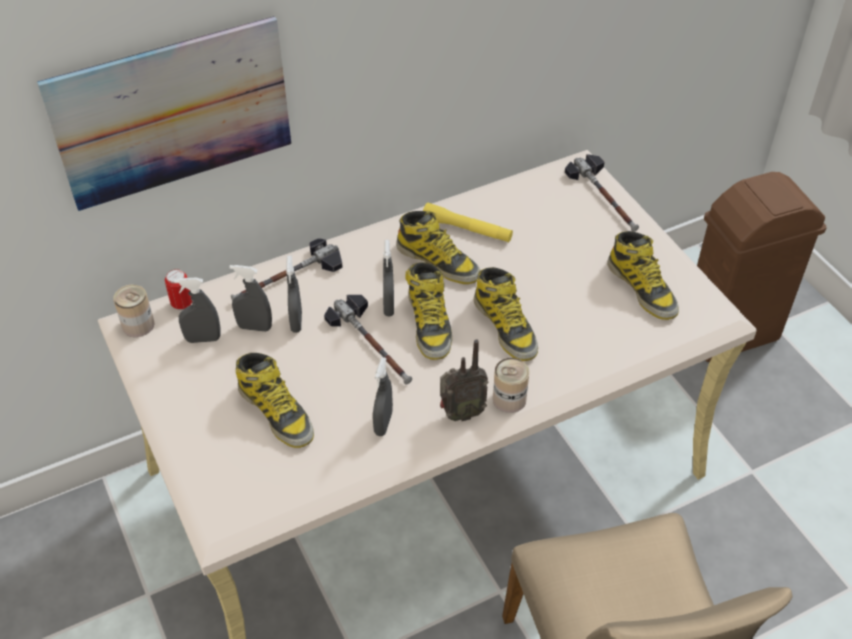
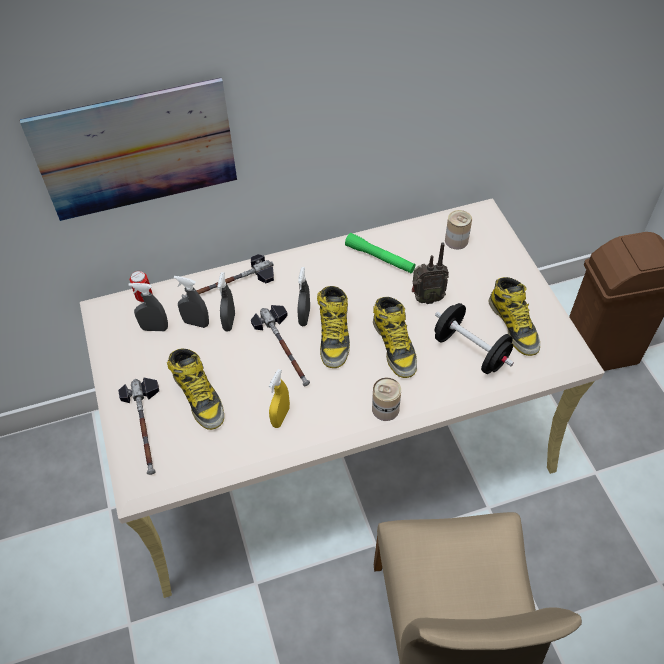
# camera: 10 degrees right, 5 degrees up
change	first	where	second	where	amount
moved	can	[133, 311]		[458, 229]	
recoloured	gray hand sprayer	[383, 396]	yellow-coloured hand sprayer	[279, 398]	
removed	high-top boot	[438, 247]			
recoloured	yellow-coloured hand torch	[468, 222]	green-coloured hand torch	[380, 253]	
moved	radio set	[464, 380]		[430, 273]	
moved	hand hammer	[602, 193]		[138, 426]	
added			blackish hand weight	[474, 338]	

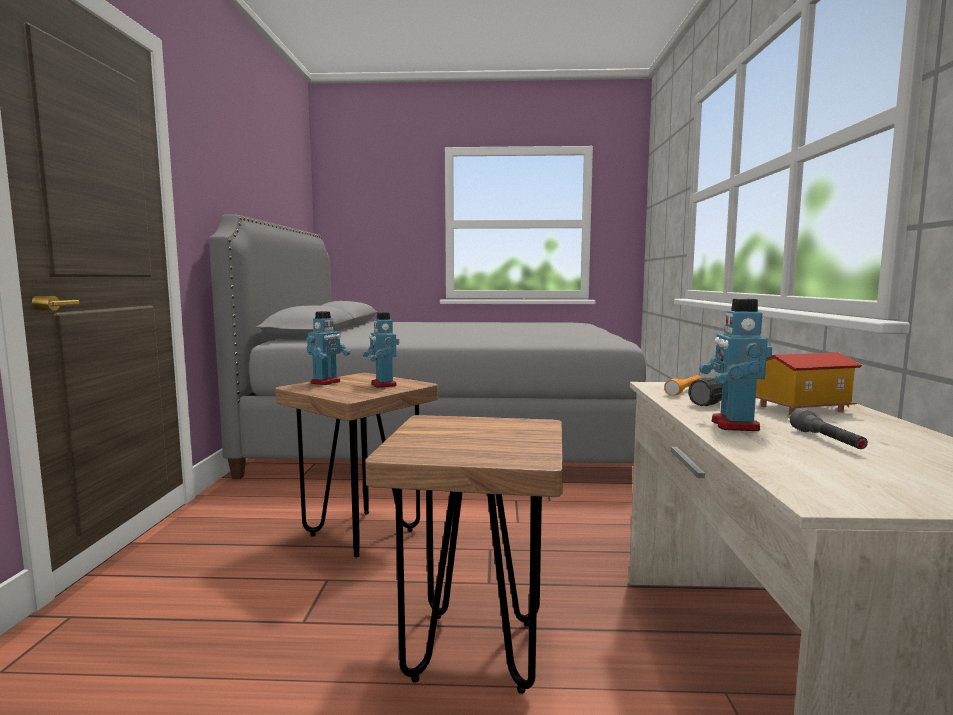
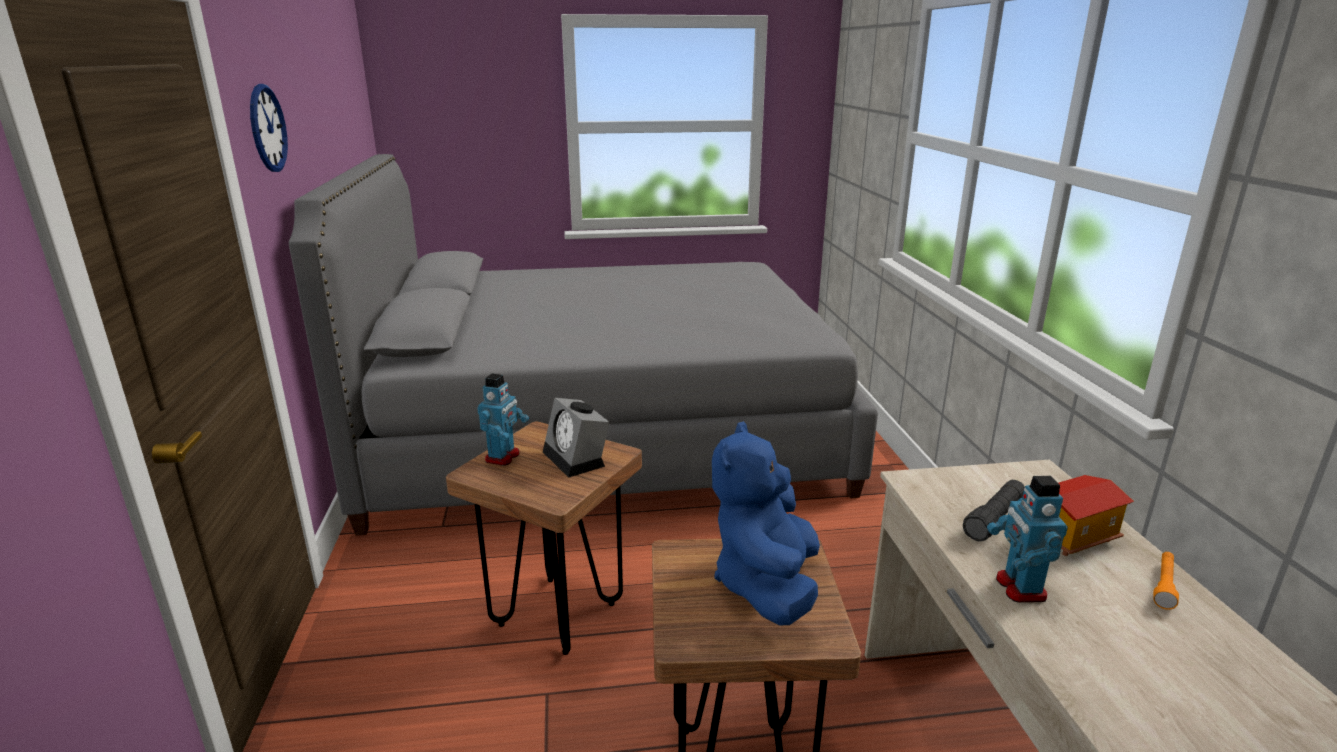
# camera: 10 degrees left, 15 degrees up
change	first	where	second	where	amount
replaced	robot figure	[380, 350]	table clock	[576, 438]	
moved	orange hand torch	[682, 385]		[1166, 581]	
removed	gray hand torch	[829, 429]			
added			hanging clock	[269, 128]	
added			bluish soft toy	[766, 523]	

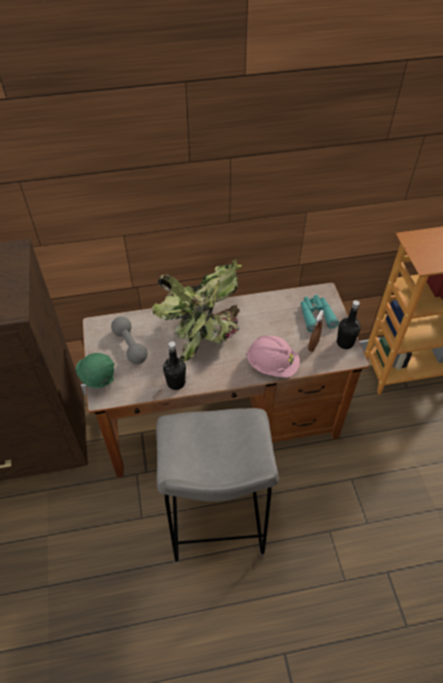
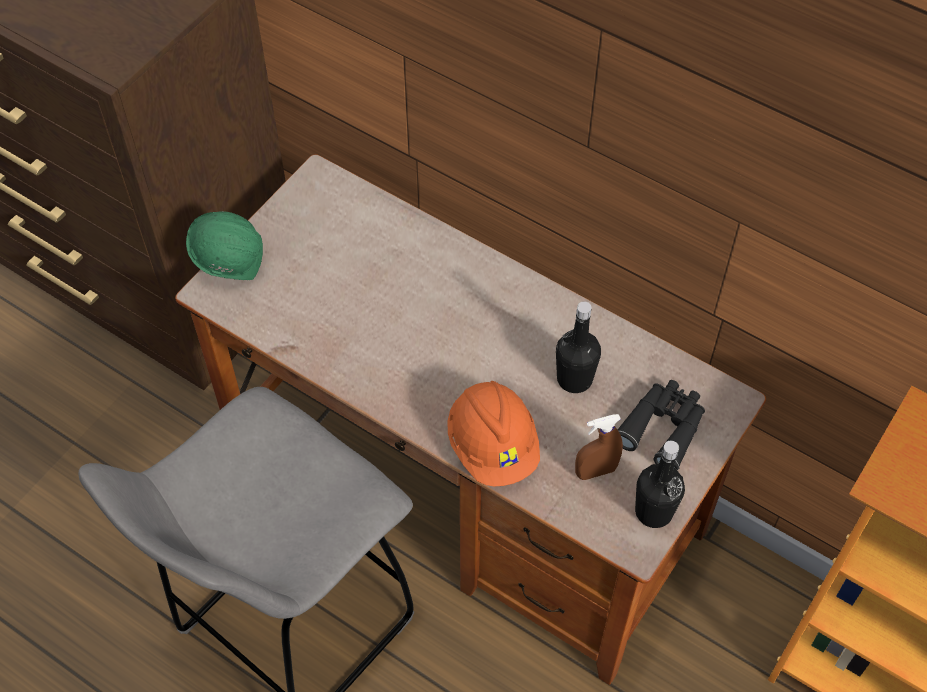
# camera: 45 degrees right, 5 degrees up
change	first	where	second	where	amount
removed	gray hand weight	[129, 340]			
removed	potted plant	[197, 310]			
moved	blackish drink bottle	[174, 365]		[578, 347]	
recoloured	pink work helmet	[273, 356]	orange work helmet	[493, 433]	
recoloured	turquoise-coloured field glasses	[319, 313]	blackish field glasses	[661, 425]	

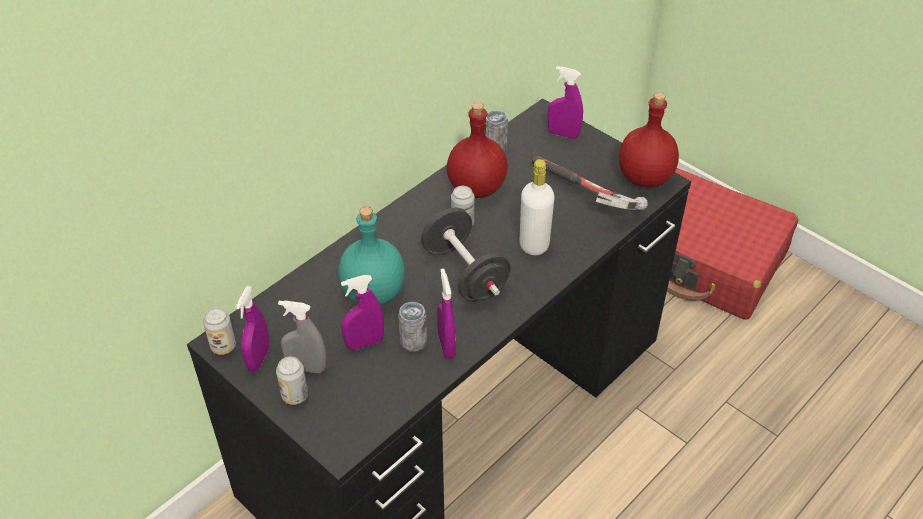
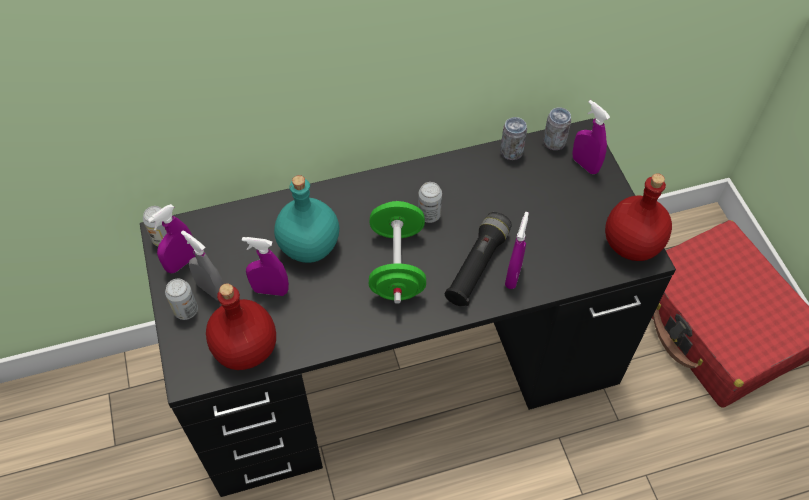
# camera: 30 degrees right, 10 degrees up
change	first	where	second	where	amount
moved	can	[412, 327]		[557, 129]	
recoloured	blackish hand weight	[466, 255]	green-coloured hand weight	[397, 252]	
moved	purplish hand sprayer	[446, 314]		[517, 250]	
moved	reddish drink bottle	[477, 150]		[241, 326]	
replaced	white drink bottle	[537, 207]	blackish hand torch	[478, 259]	
removed	hand hammer	[590, 183]			

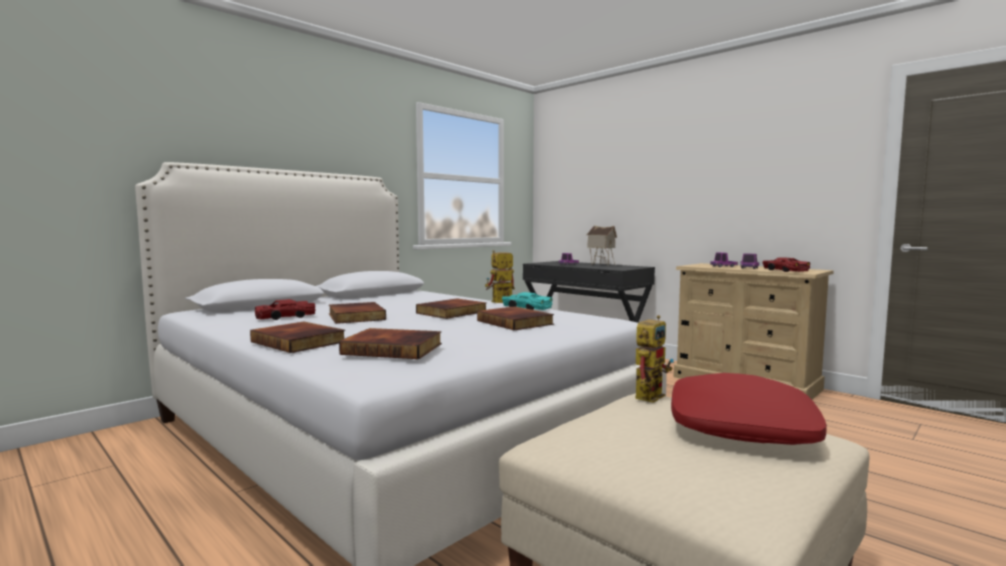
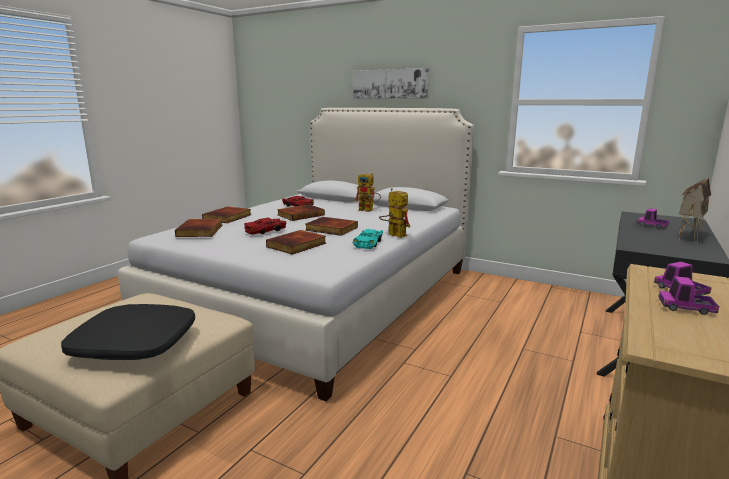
# camera: 75 degrees right, 10 degrees up
change	first	where	second	where	amount
moved	robot figure	[654, 359]		[368, 192]	
recoloured	reddish throw pillow	[749, 409]	blackish throw pillow	[128, 332]	
moved	reddish model car	[786, 264]		[265, 226]	
added			picture	[391, 83]	

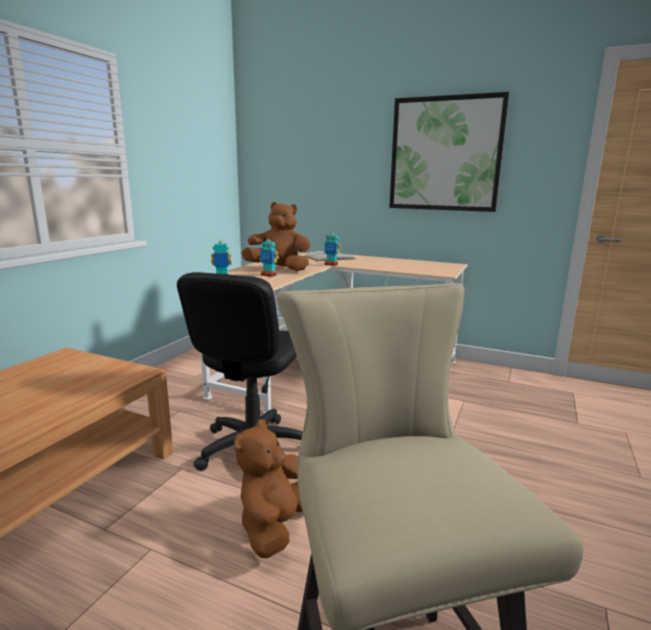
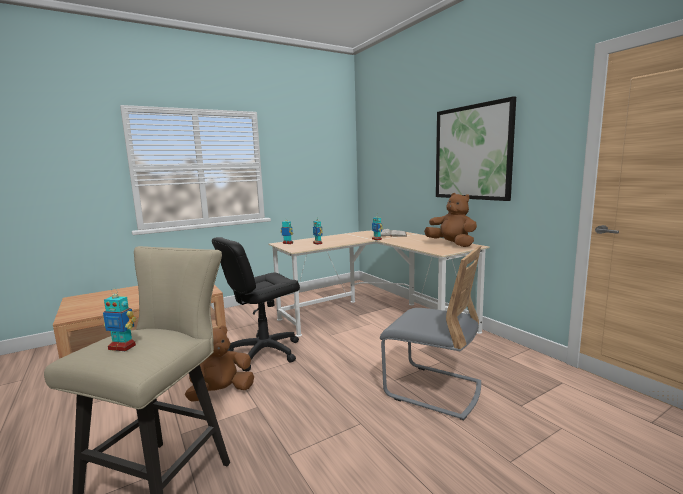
# camera: 35 degrees right, 5 degrees down
change	first	where	second	where	amount
moved	brown soft toy	[276, 236]		[450, 220]	
added			robot figure	[119, 319]	
added			gray upright chair	[430, 333]	

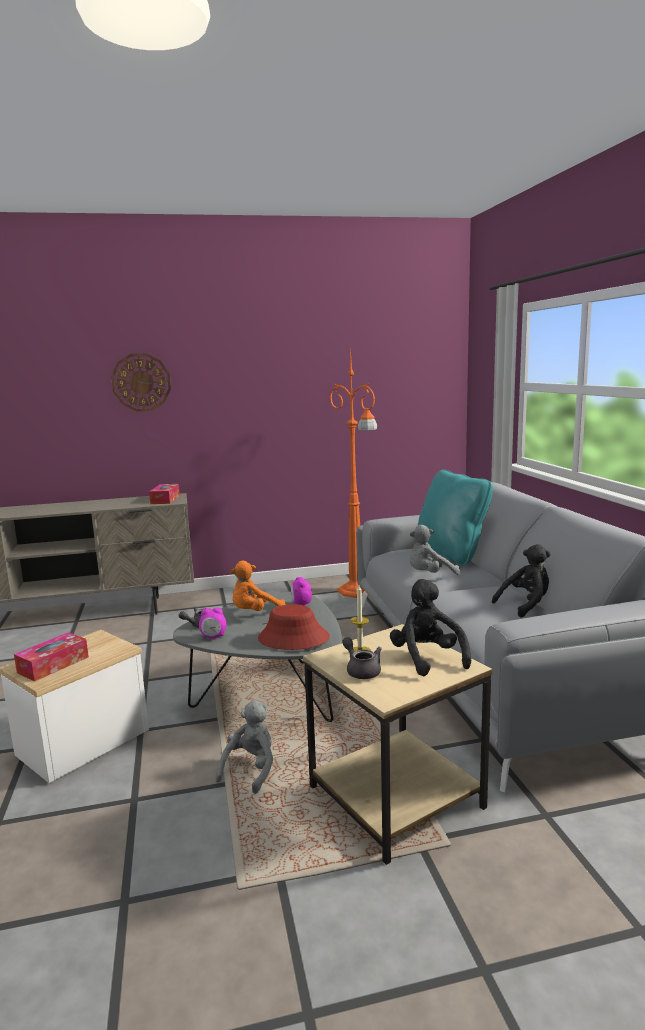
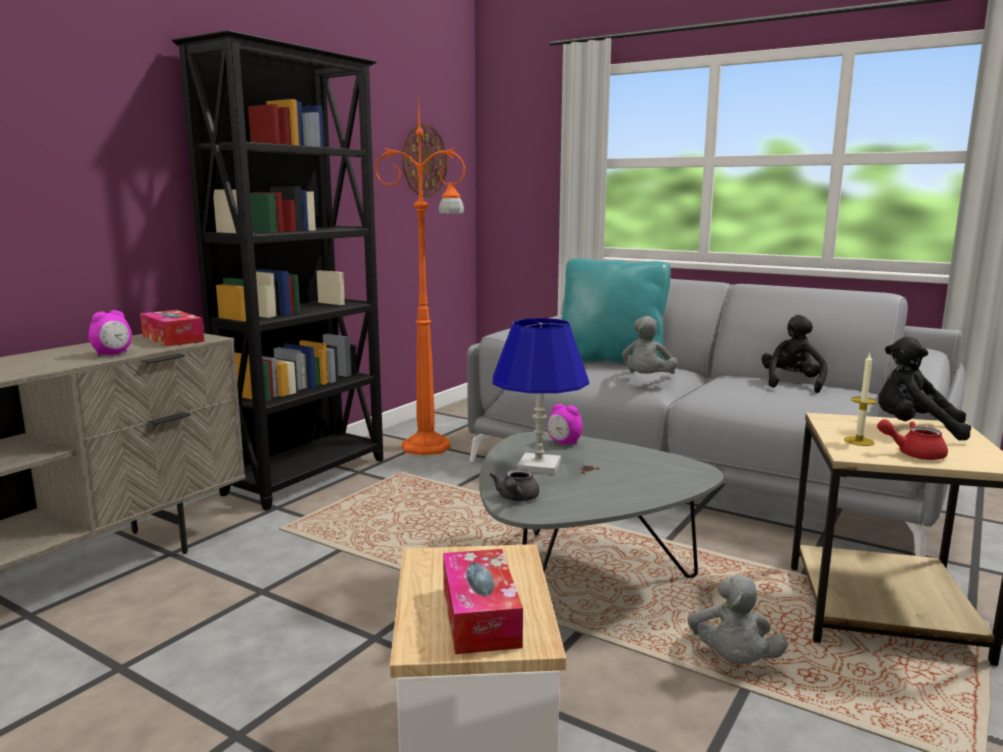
# camera: 45 degrees left, 0 degrees up
change	first	where	second	where	amount
moved	hanging clock	[141, 382]		[424, 160]	
moved	table clock	[212, 623]		[110, 333]	
turned	gray soft toy	[244, 747]		[738, 619]	150 degrees counterclockwise
replaced	orange soft toy	[258, 586]	bluish lamp for a table	[540, 396]	
removed	reddish hat	[294, 627]			
recoloured	gray teapot	[362, 658]	reddish teapot	[912, 439]	
added			blackish bookshelf	[277, 270]	

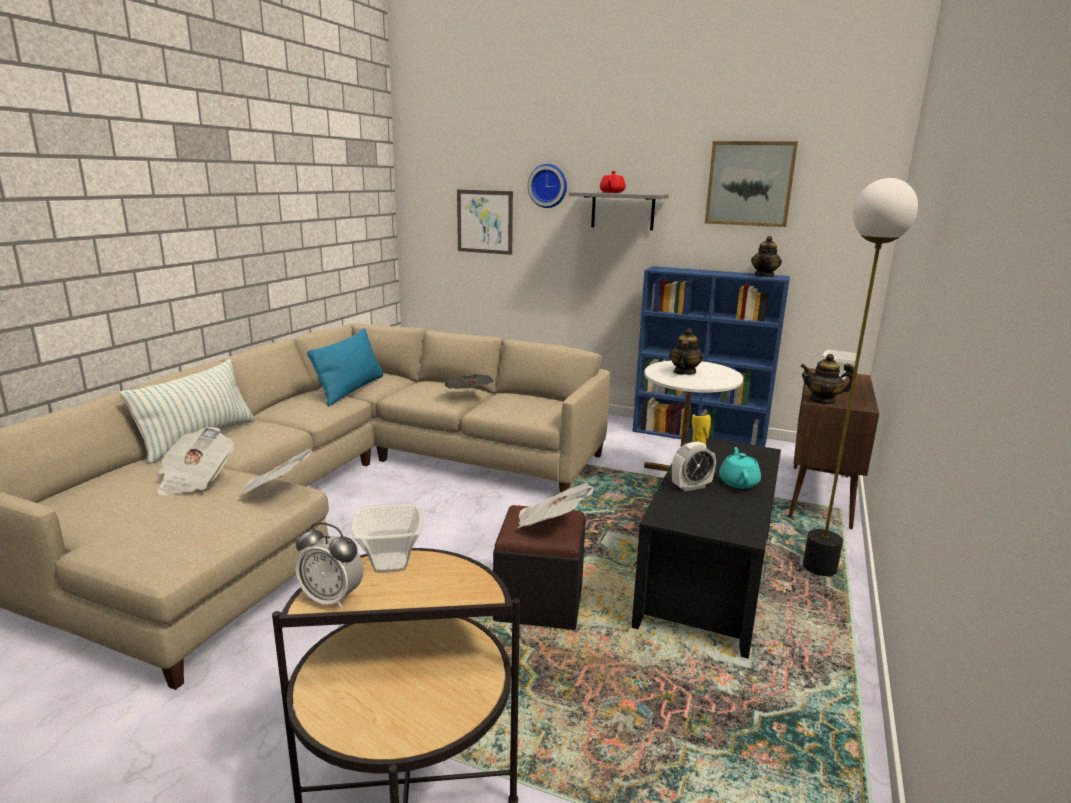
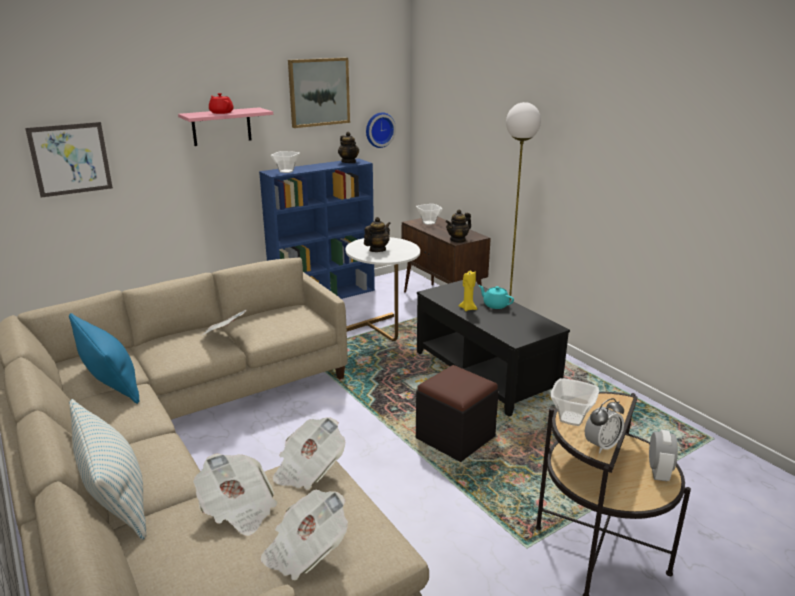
# camera: 55 degrees left, 5 degrees up
change	first	where	second	where	amount
moved	newspaper	[555, 505]		[304, 535]	
moved	hanging clock	[547, 186]		[381, 130]	
recoloured	gray wall shelf	[619, 211]	pink wall shelf	[225, 126]	
turned	teapot	[686, 351]		[377, 234]	75 degrees clockwise
moved	table clock	[694, 466]		[663, 455]	
added			bowl	[285, 162]	

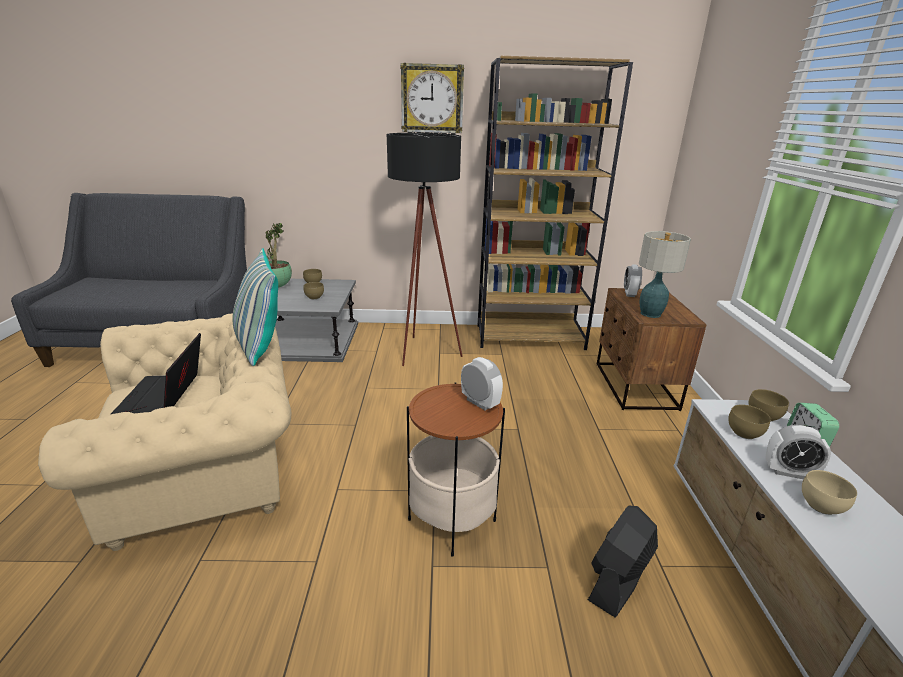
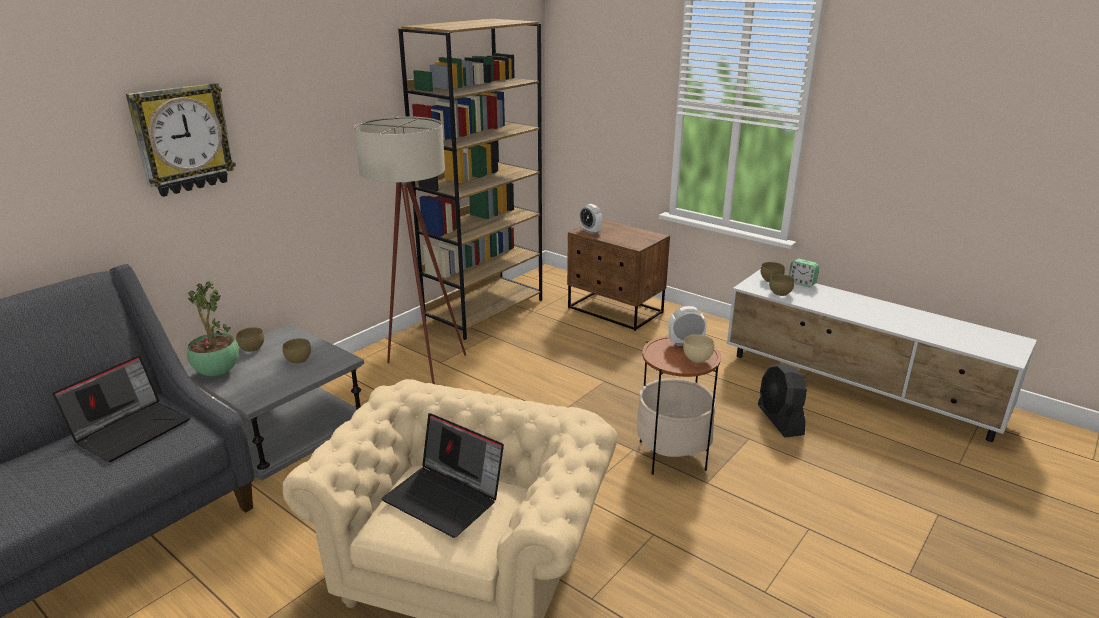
# camera: 50 degrees left, 0 degrees up
change	first	where	second	where	amount
removed	throw pillow	[255, 307]			
recoloured	blackish standard lamp	[425, 249]	sand-coloured standard lamp	[410, 250]	
moved	hanging clock	[432, 99]		[181, 140]	
removed	lamp for a table	[665, 274]			
removed	table clock	[798, 452]			
moved	sand-coloured bowl	[829, 492]		[698, 348]	
added			notebook computer	[121, 409]	

